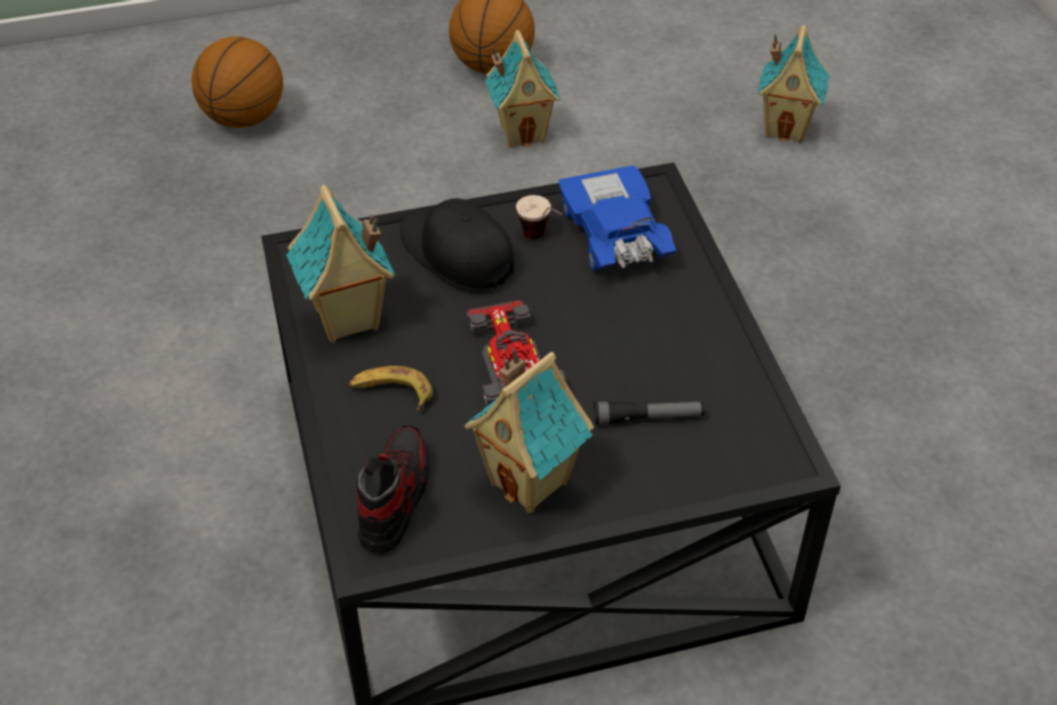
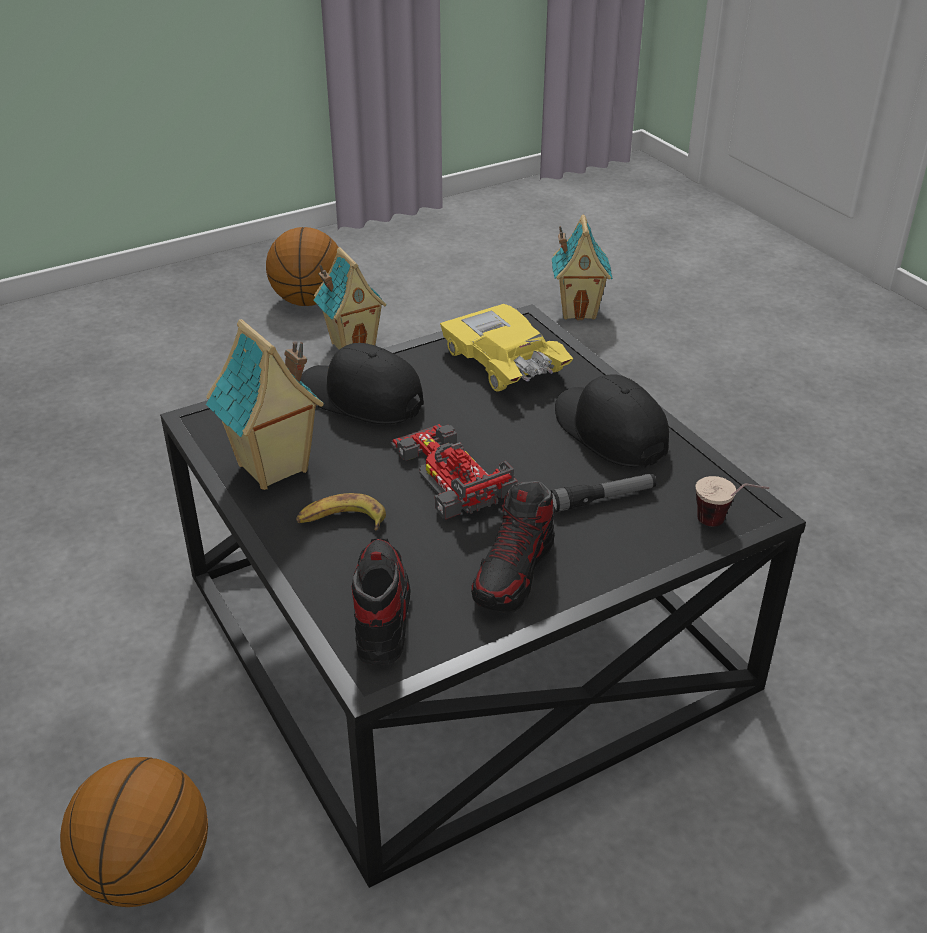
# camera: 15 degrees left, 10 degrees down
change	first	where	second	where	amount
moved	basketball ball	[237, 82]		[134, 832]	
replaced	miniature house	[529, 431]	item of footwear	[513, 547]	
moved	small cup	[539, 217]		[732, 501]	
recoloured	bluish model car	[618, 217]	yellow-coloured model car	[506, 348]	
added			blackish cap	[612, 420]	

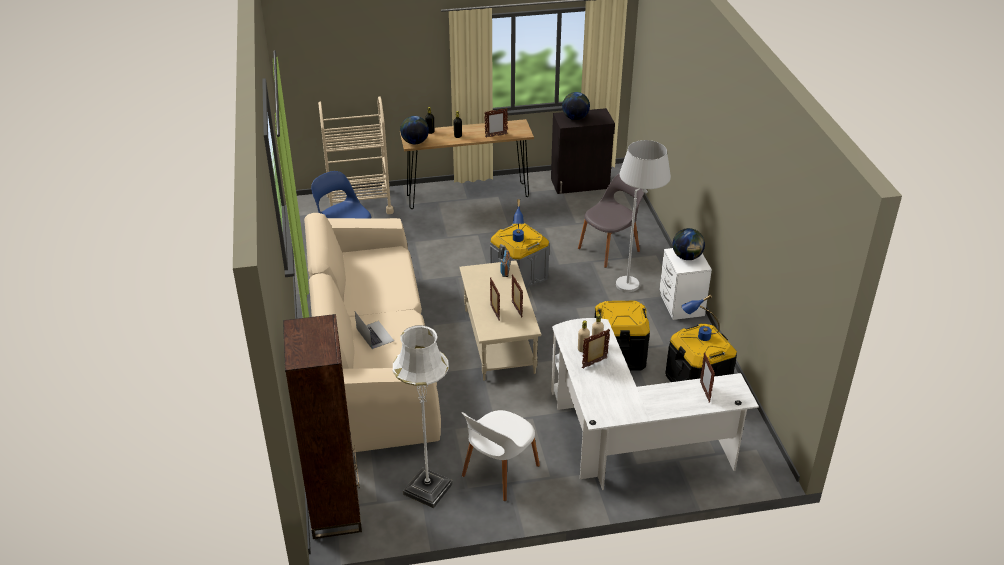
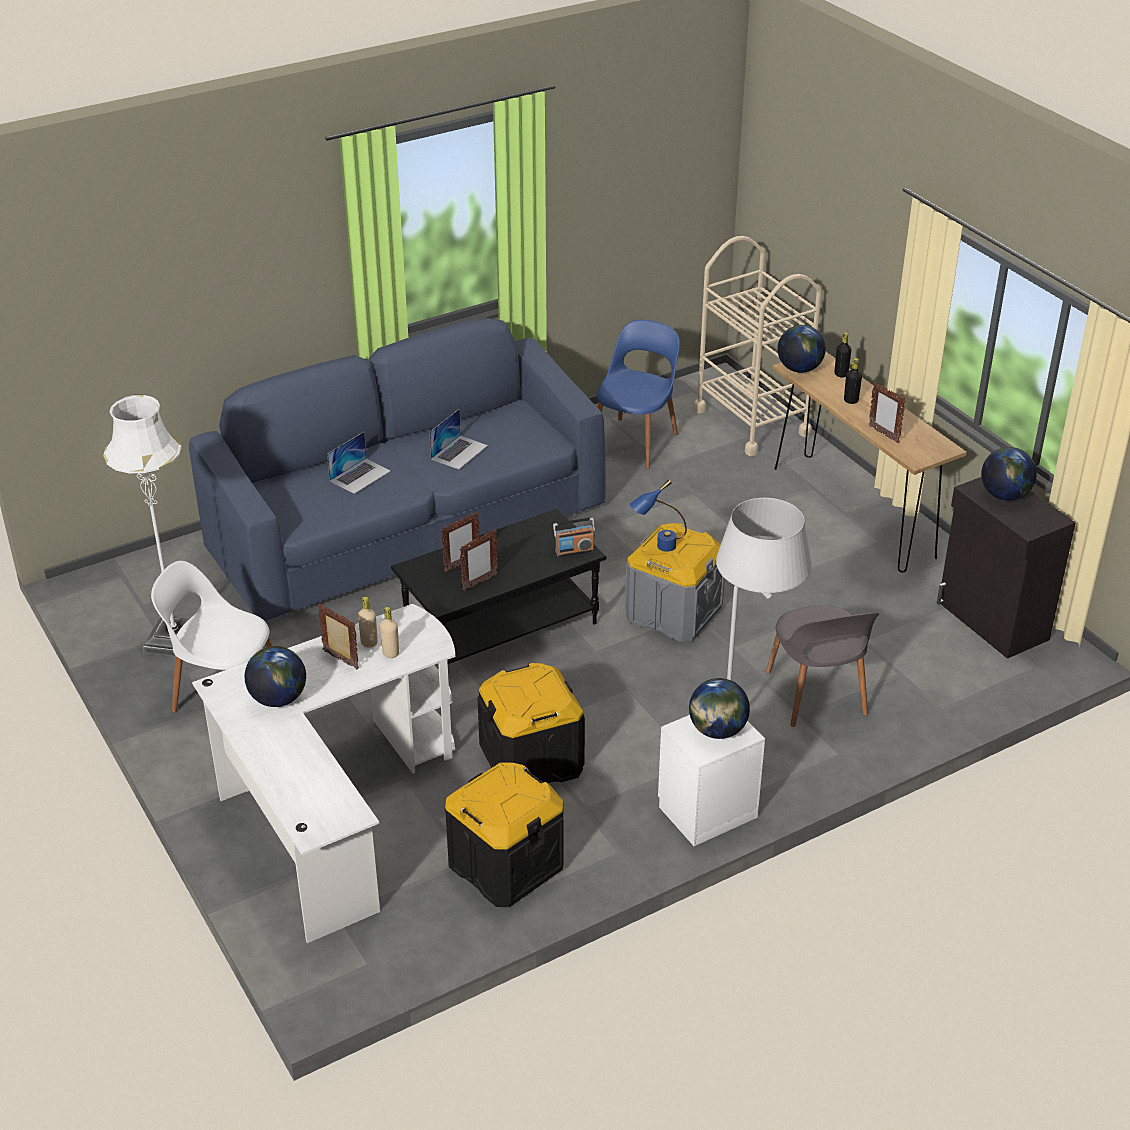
# camera: 70 degrees right, 0 degrees up
change	first	where	second	where	amount
removed	brown bookshelf	[322, 426]			
recoloured	sand-coloured settee	[372, 332]	bluish settee	[397, 469]	
recoloured	sand-coloured coffee table	[500, 320]	blackish coffee table	[498, 586]	
turned	gray upright chair	[611, 220]		[822, 666]	45 degrees clockwise
removed	bluish lamp for a table	[701, 318]			
removed	standing frame	[707, 377]			
added			desk globe	[275, 676]	
added			notebook computer	[458, 439]	

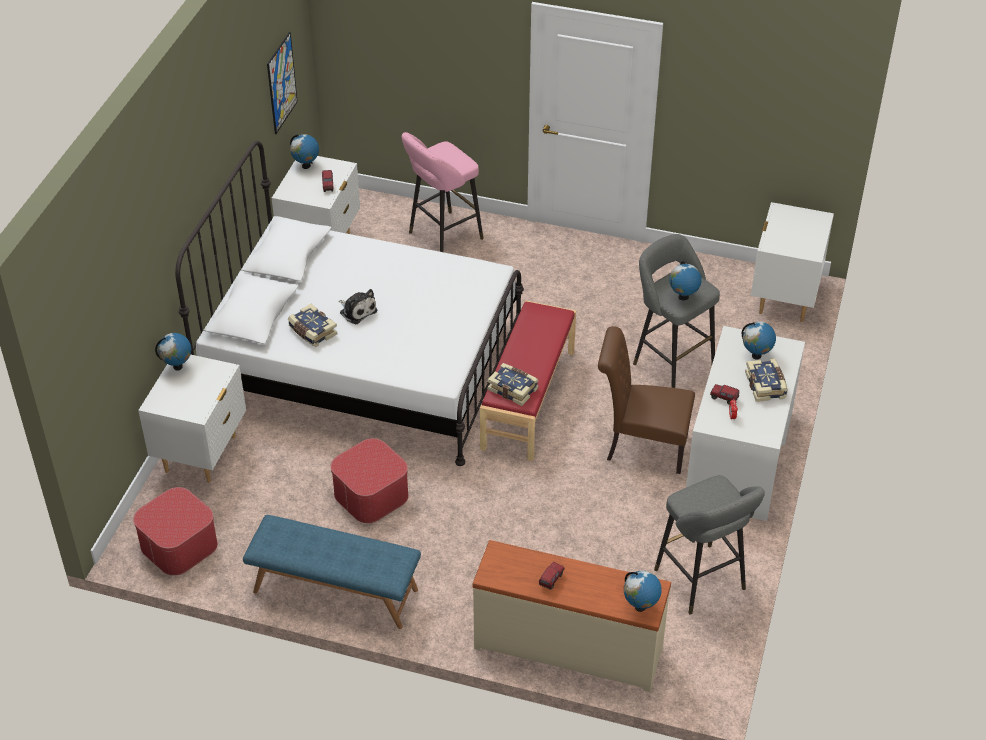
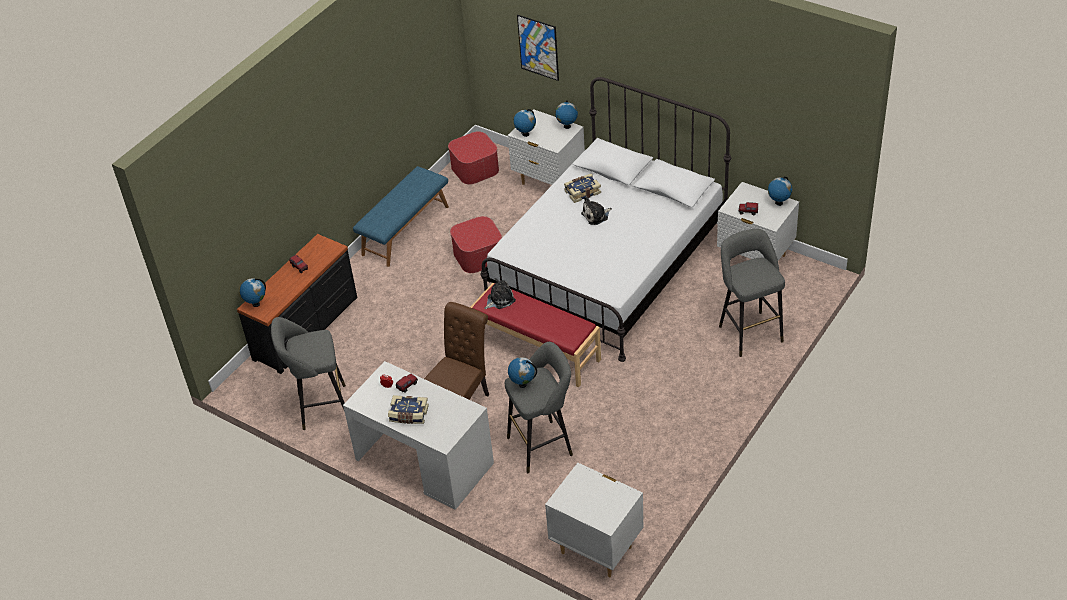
# camera: 110 degrees right, 0 degrees up
change	first	where	second	where	amount
moved	picture	[282, 83]		[538, 48]	
recoloured	pink stool seat	[443, 192]	gray stool seat	[752, 293]	
recoloured	sand-coloured chest of drawers	[571, 616]	blackish chest of drawers	[297, 304]	
replaced	bound book	[513, 384]	soft toy	[500, 293]	
moved	desk globe	[759, 341]		[524, 123]	

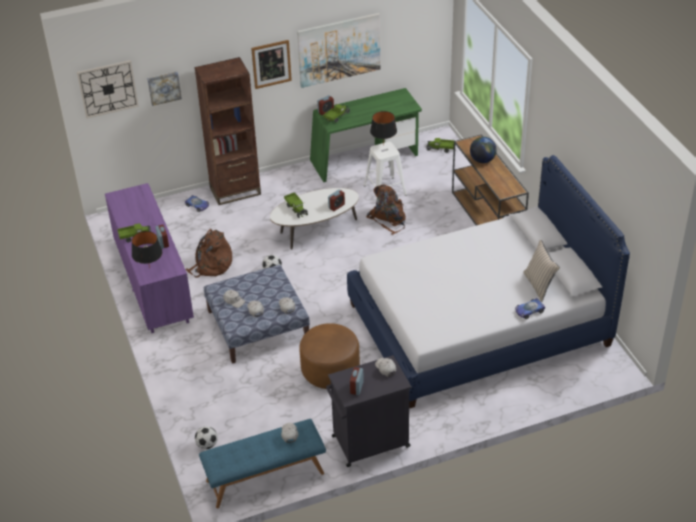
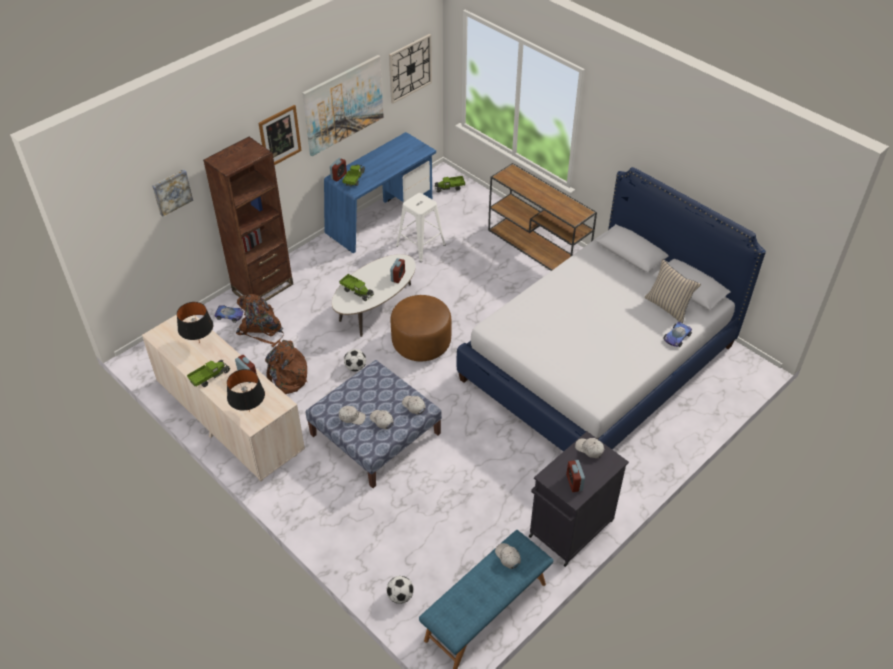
# camera: 25 degrees left, 5 degrees up
change	first	where	second	where	amount
moved	hanging clock	[108, 89]		[410, 69]	
recoloured	purplish chest of drawers	[149, 258]	sand-coloured chest of drawers	[223, 398]	
moved	brown footrest	[329, 356]		[420, 328]	
recoloured	green-coloured desk	[366, 135]	bluish desk	[380, 192]	
moved	brown rucksack	[386, 209]		[260, 320]	
moved	blackish lamp for a table	[383, 126]		[195, 322]	
removed	desk globe	[483, 150]			

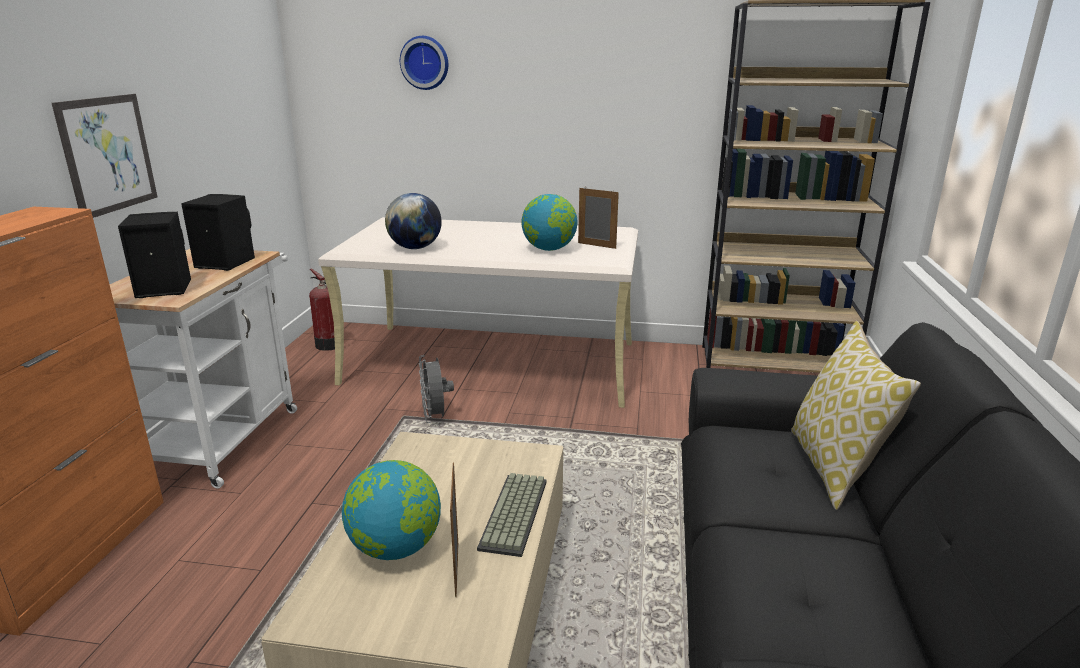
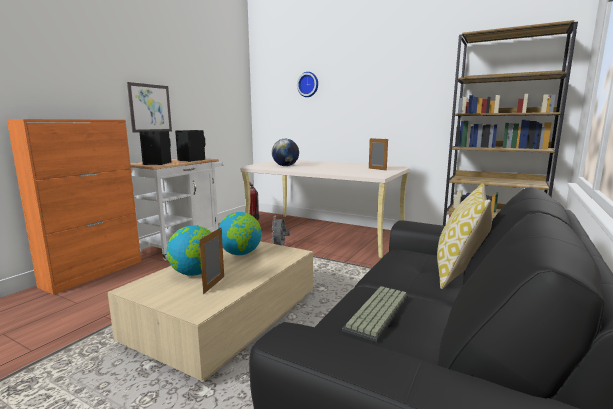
# camera: 20 degrees right, 10 degrees down
change	first	where	second	where	amount
moved	keyboard	[512, 515]		[375, 314]	
moved	desk globe	[549, 222]		[240, 233]	

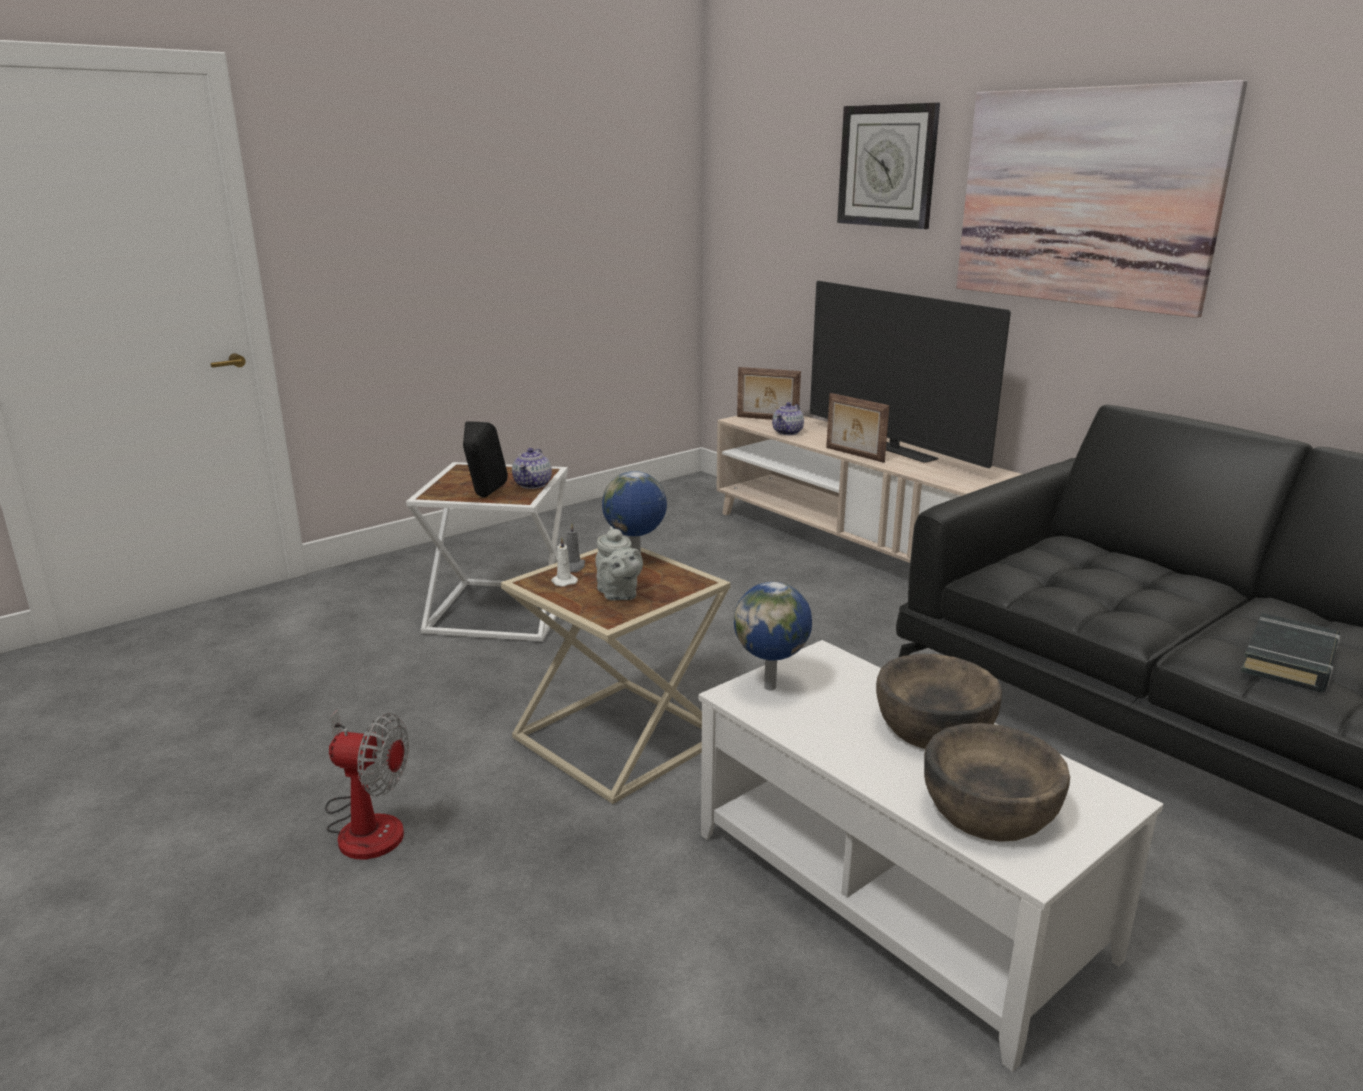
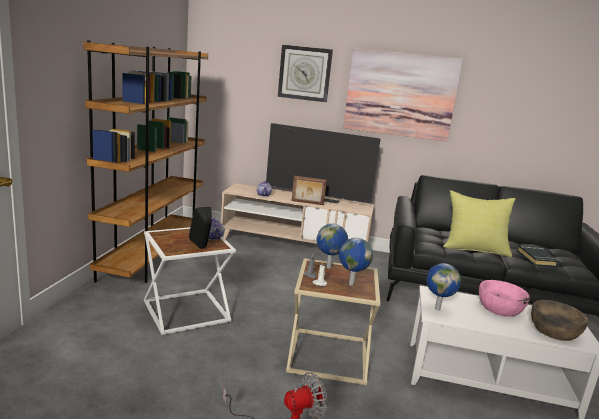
# camera: 40 degrees left, 5 degrees down
change	first	where	second	where	amount
replaced	gray teapot	[619, 563]	desk globe	[356, 262]	
removed	standing frame	[769, 393]			
recoloured	brown bowl	[939, 701]	pink bowl	[504, 298]	
added			brown bookshelf	[145, 161]	
added			yellow-coloured throw pillow	[479, 223]	

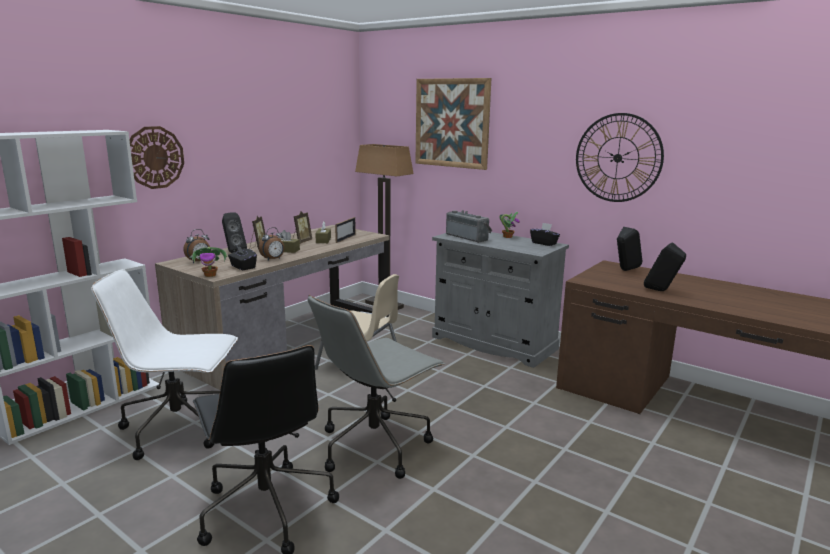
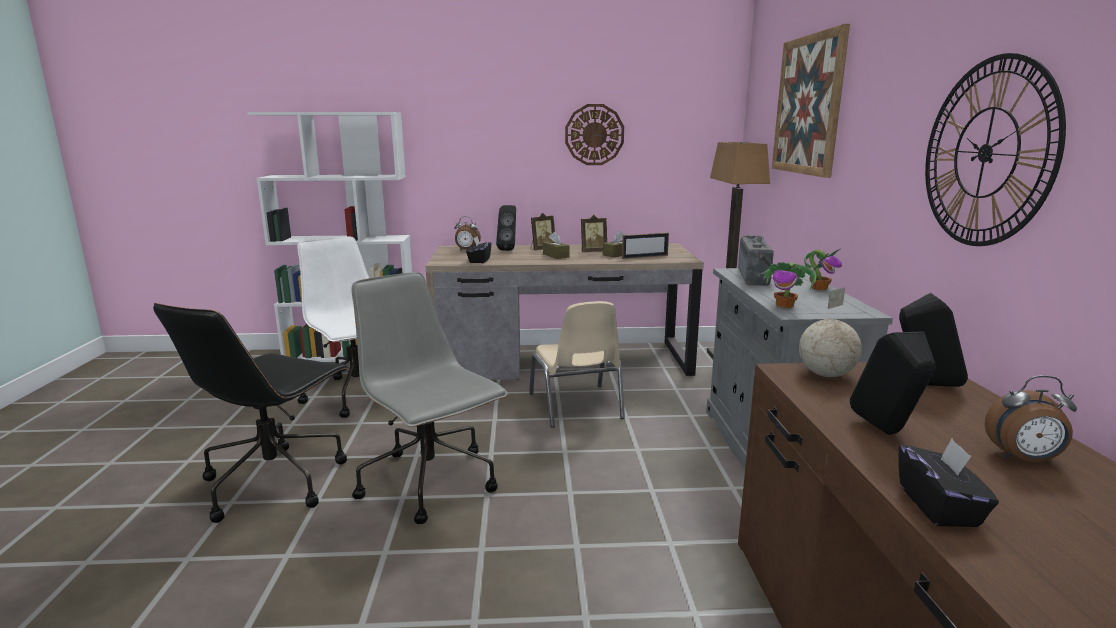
# camera: 50 degrees right, 0 degrees up
change	first	where	second	where	amount
moved	hanging clock	[156, 157]		[594, 134]	
moved	potted plant	[208, 262]		[788, 285]	
moved	table clock	[271, 243]		[1031, 418]	
turned	gray computer chair	[376, 387]		[429, 398]	45 degrees clockwise
moved	blackish box of tissues	[545, 234]		[948, 482]	
added			desk globe	[830, 332]	

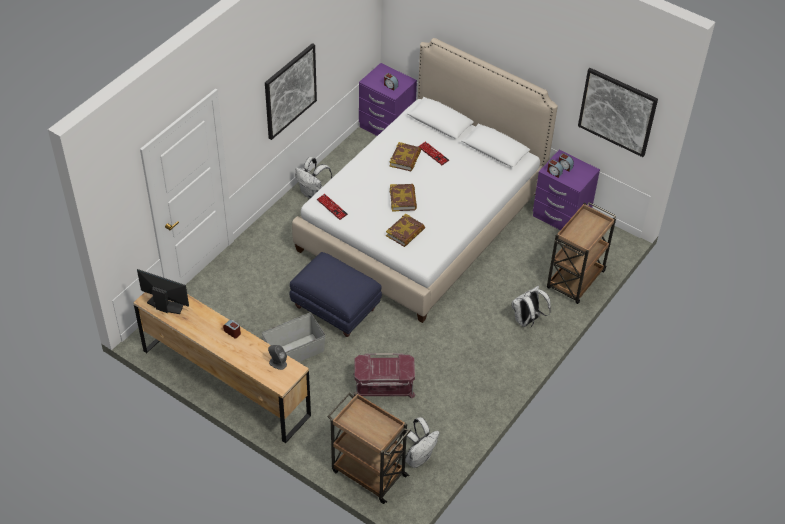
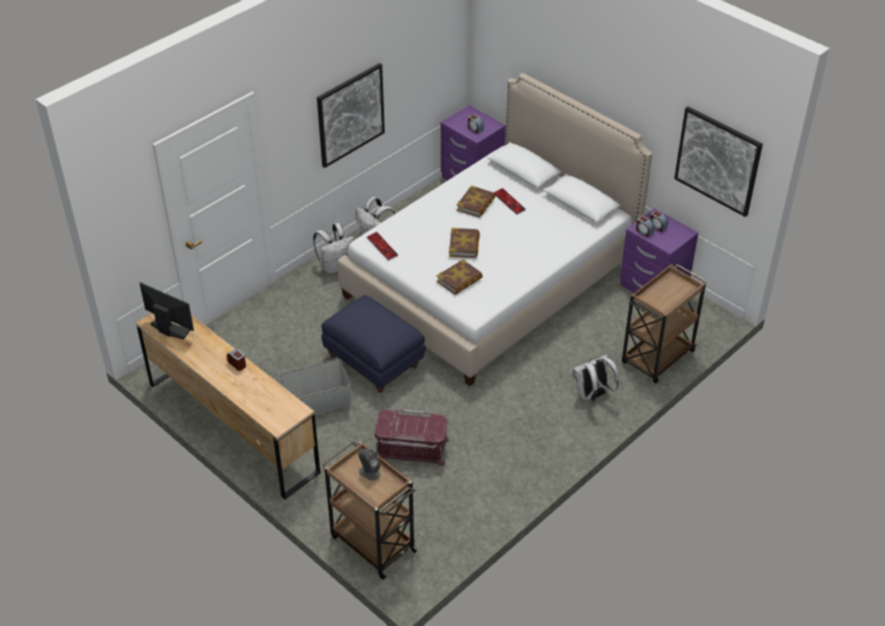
# camera: 10 degrees right, 5 degrees down
change	first	where	second	where	amount
moved	gray speaker	[277, 357]		[369, 465]	
moved	white rucksack	[418, 442]		[333, 248]	

